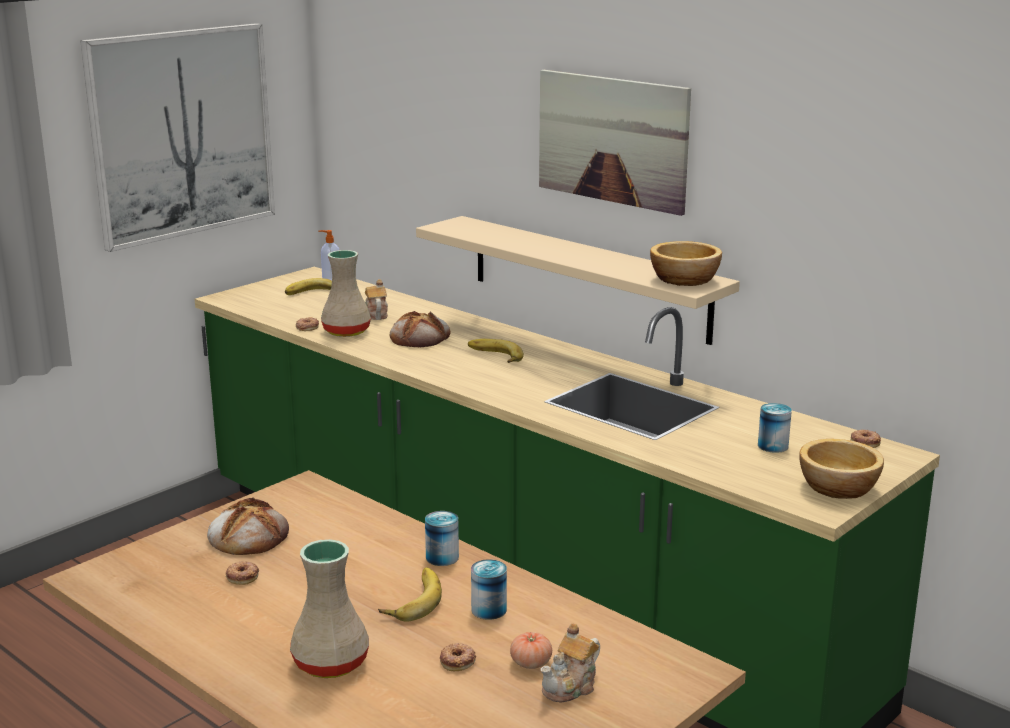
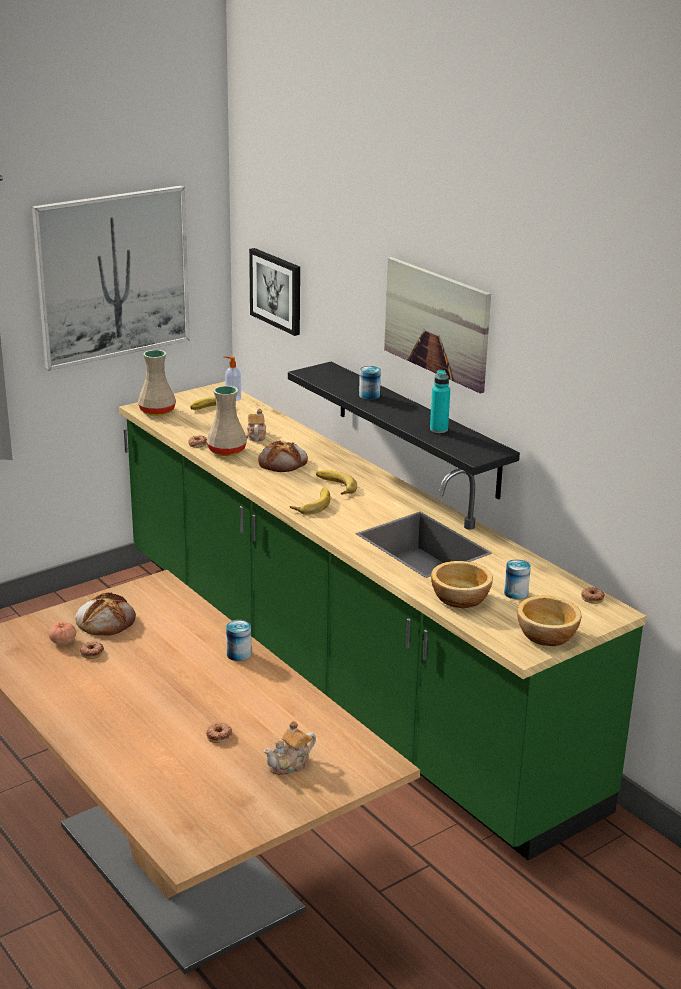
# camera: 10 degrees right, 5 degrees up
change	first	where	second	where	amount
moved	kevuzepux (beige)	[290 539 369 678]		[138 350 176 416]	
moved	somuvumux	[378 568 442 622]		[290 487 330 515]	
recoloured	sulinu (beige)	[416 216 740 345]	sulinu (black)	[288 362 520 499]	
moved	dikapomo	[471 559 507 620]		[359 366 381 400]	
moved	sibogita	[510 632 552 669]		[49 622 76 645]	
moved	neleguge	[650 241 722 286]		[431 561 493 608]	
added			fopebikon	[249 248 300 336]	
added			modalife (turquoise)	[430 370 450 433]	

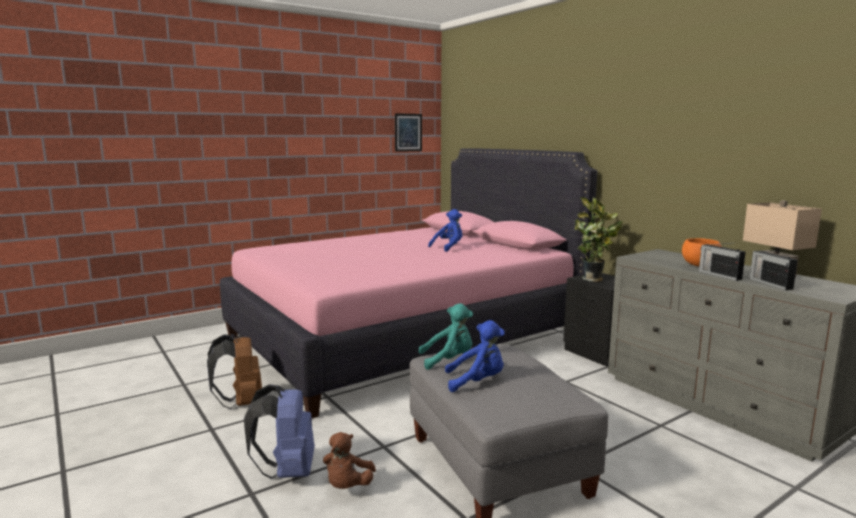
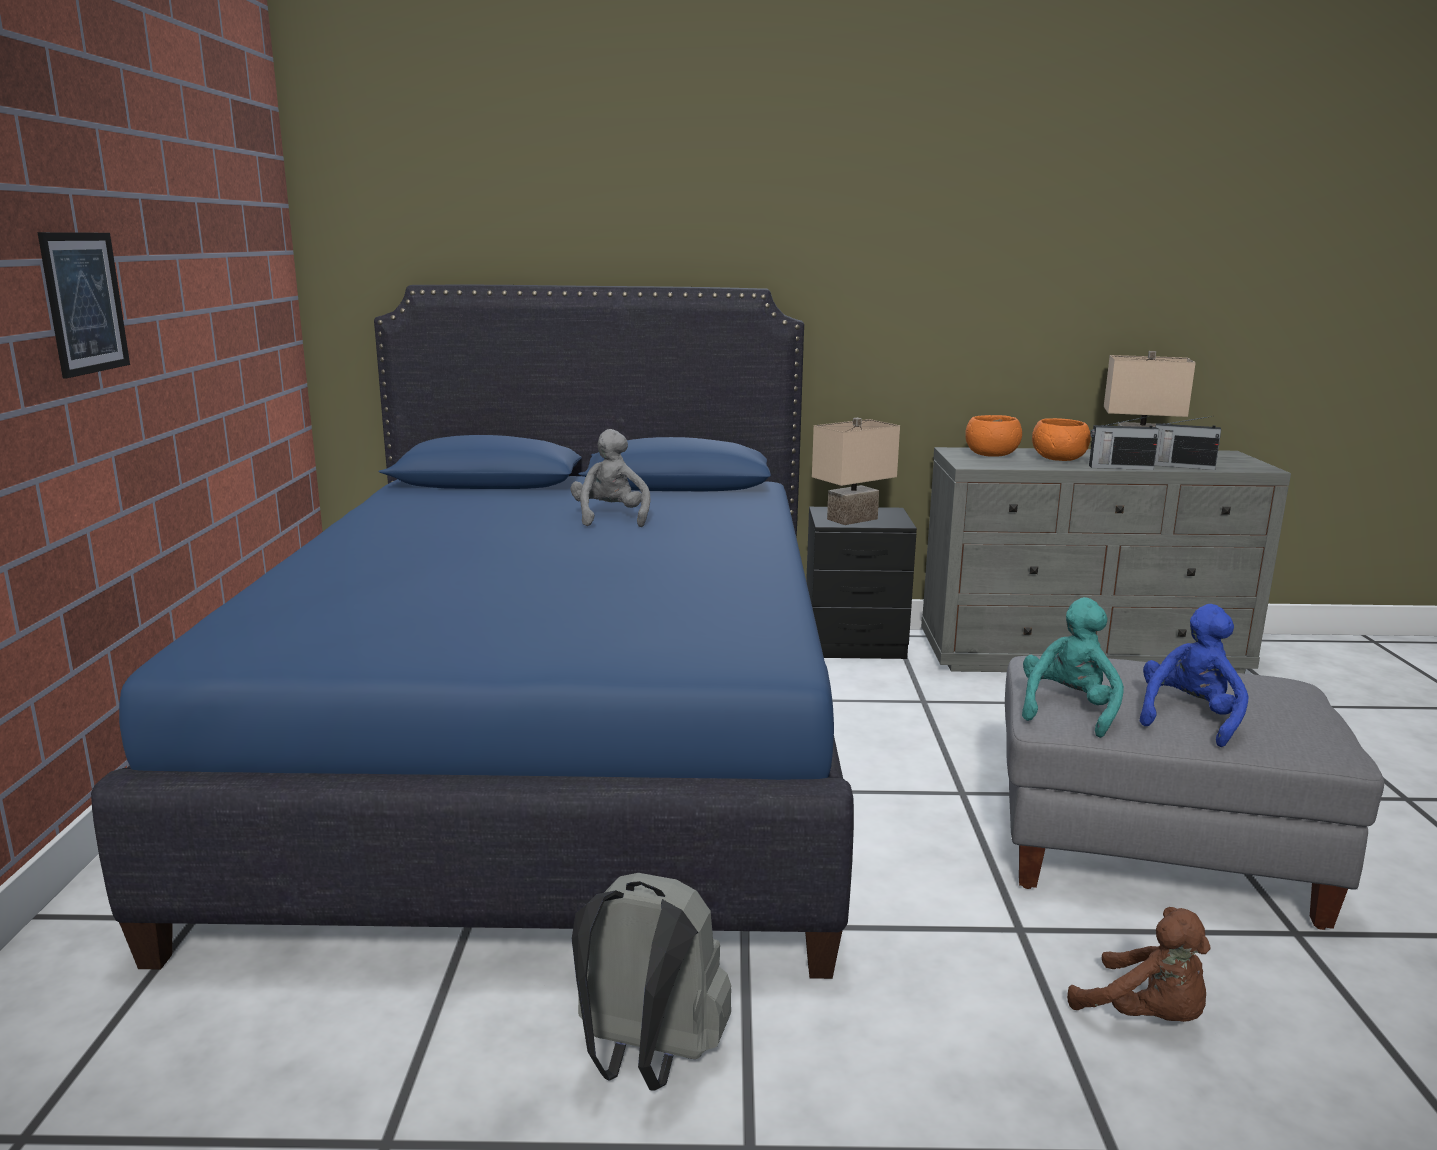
# camera: 55 degrees left, 5 degrees up
change	first	where	second	where	amount
recoloured	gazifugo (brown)	[207 334 262 409]	gazifugo (grey)	[572 873 731 1091]	
recoloured	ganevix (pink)	[220 148 598 418]	ganevix (blue)	[91 285 854 979]	
removed	gazifugo (blue)	[244 384 315 479]			
moved	fopebikon	[395 113 422 152]		[38 232 130 379]	
recoloured	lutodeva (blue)	[428 209 462 252]	lutodeva (grey)	[571 429 650 527]	
replaced	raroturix	[575 197 623 282]	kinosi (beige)	[812 418 900 525]	
added			neleguge (orange)	[965 415 1022 457]	

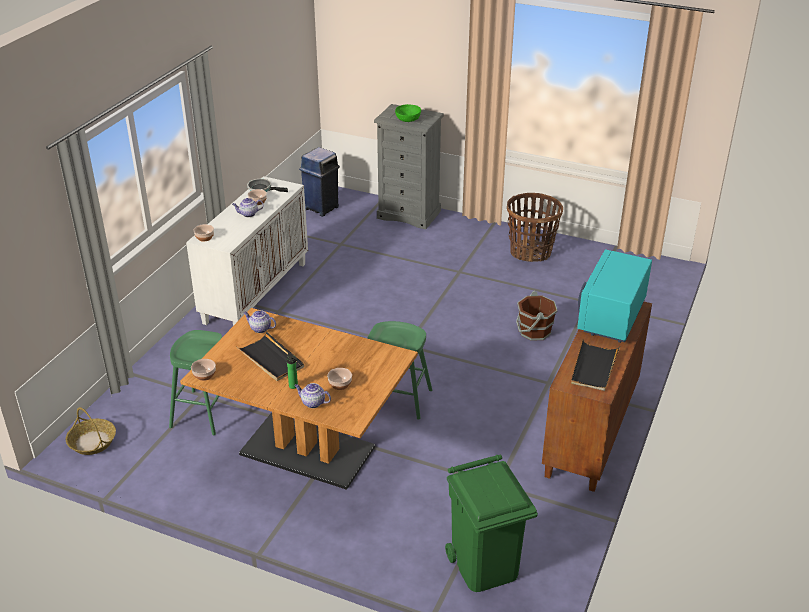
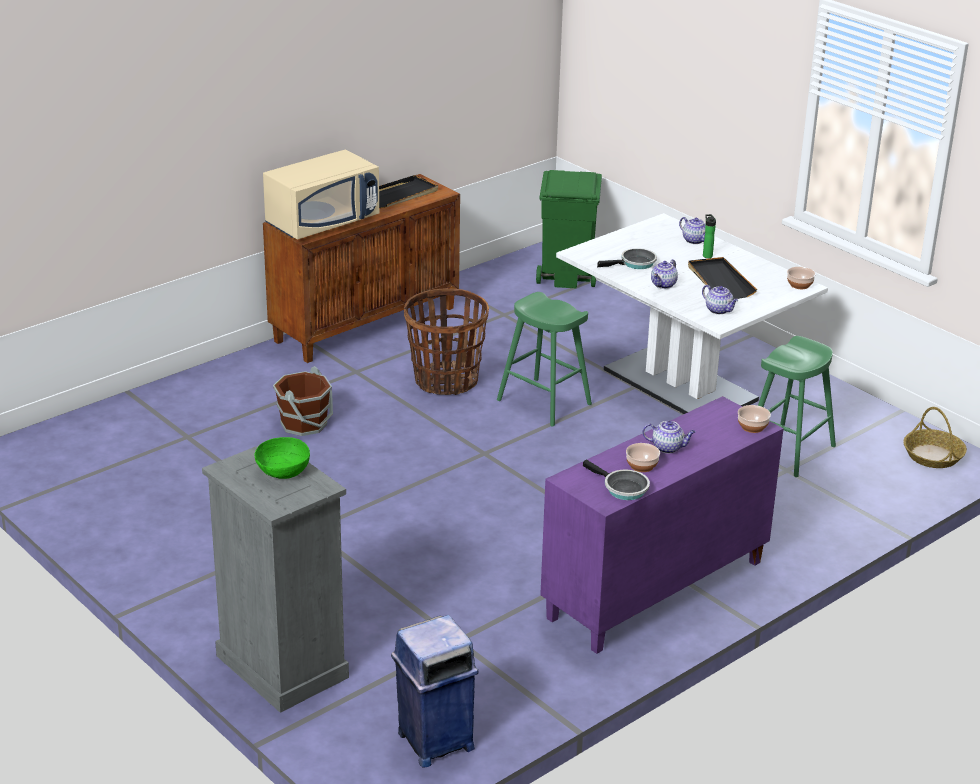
# camera: 155 degrees left, 5 degrees down
change	first	where	second	where	amount
recoloured	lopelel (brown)	[180 308 418 490]	lopelel (white)	[556 213 828 414]	
recoloured	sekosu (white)	[186 176 308 326]	sekosu (purple)	[540 396 784 654]	
removed	neleguge	[327 368 352 390]			
moved	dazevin	[507 193 563 262]		[404 288 489 395]	
recoloured	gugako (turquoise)	[577 249 652 343]	gugako (beige)	[263 150 379 240]	
added			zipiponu	[597 248 657 269]	
added			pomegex	[651 259 678 289]	

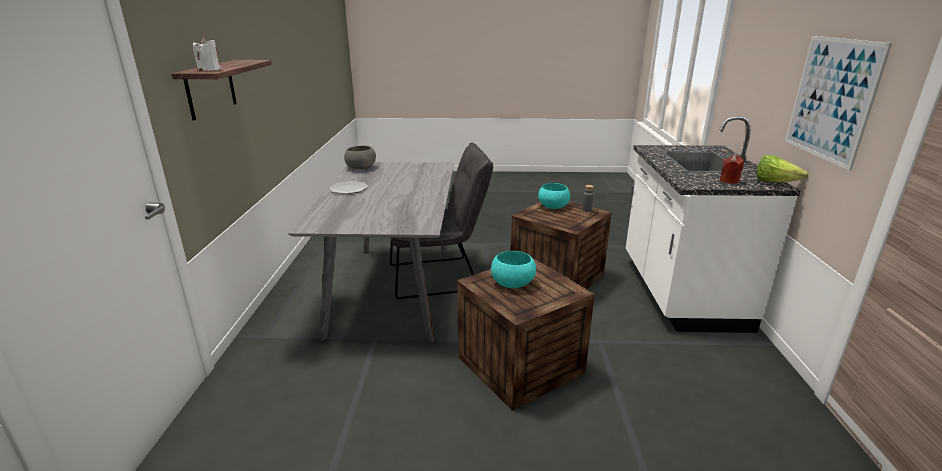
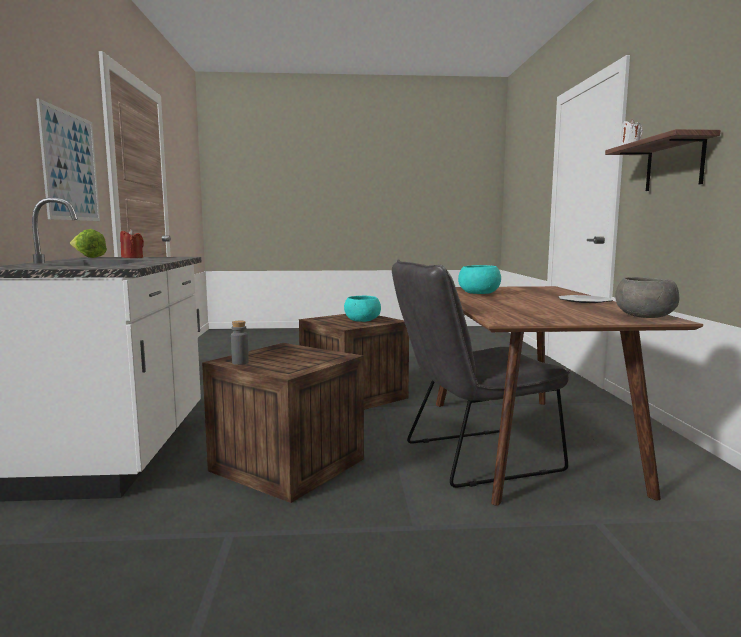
# camera: 175 degrees right, 15 degrees down
change	first	where	second	where	amount
recoloured	lopelel (grey)	[288 162 454 342]	lopelel (brown)	[436 286 703 506]	
moved	neleguge (turquoise)	[538 183 570 209]		[458 265 501 294]	

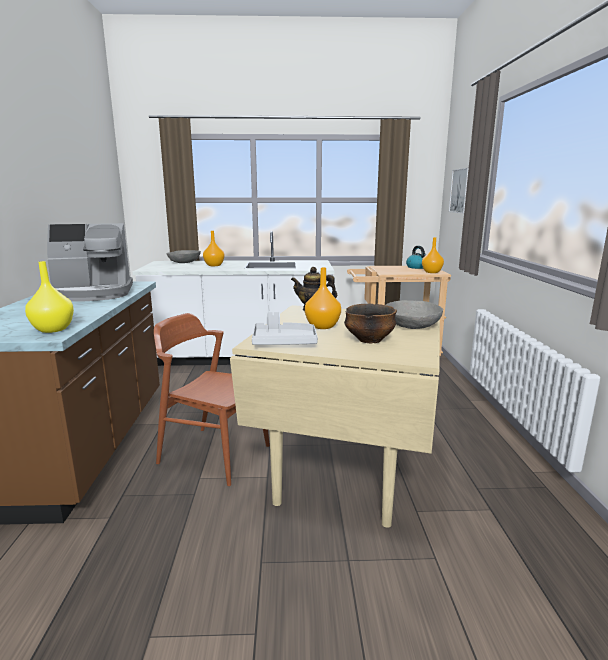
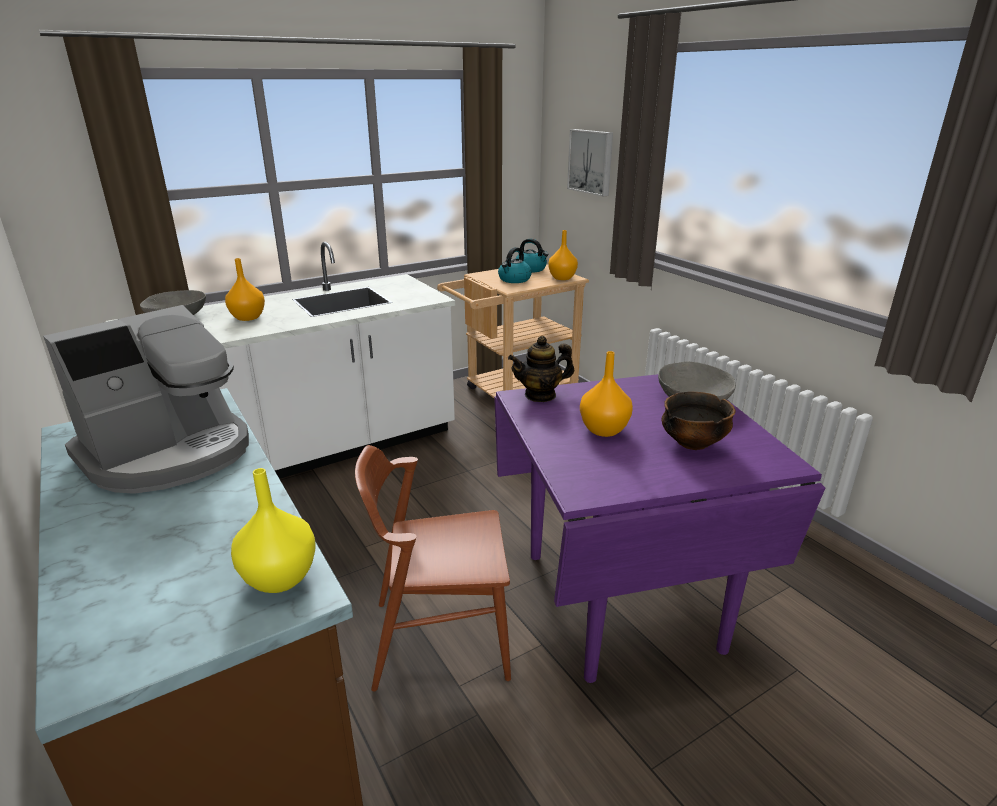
# camera: 30 degrees left, 10 degrees up
change	first	where	second	where	amount
recoloured	lopelel (beige)	[230 305 440 528]	lopelel (purple)	[494 374 825 683]	
removed	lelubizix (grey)	[252 312 318 345]			
added			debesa	[498 247 532 283]	

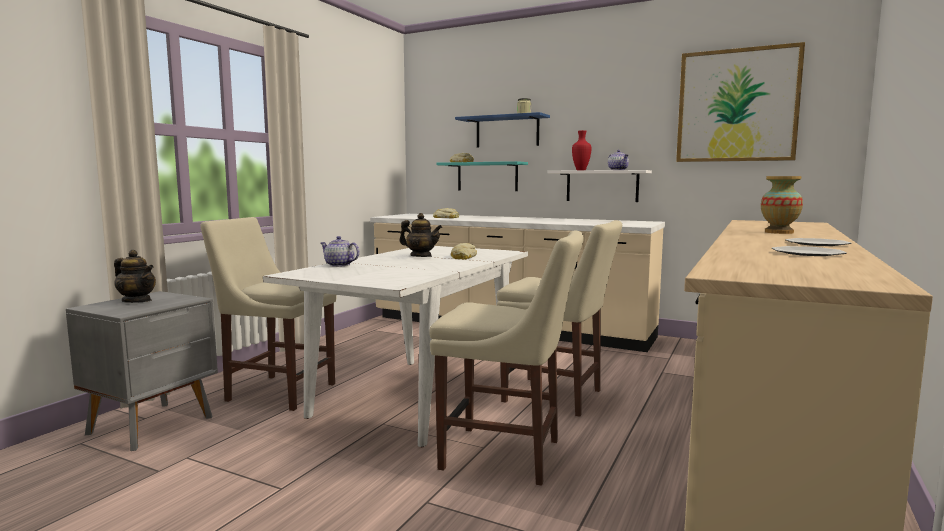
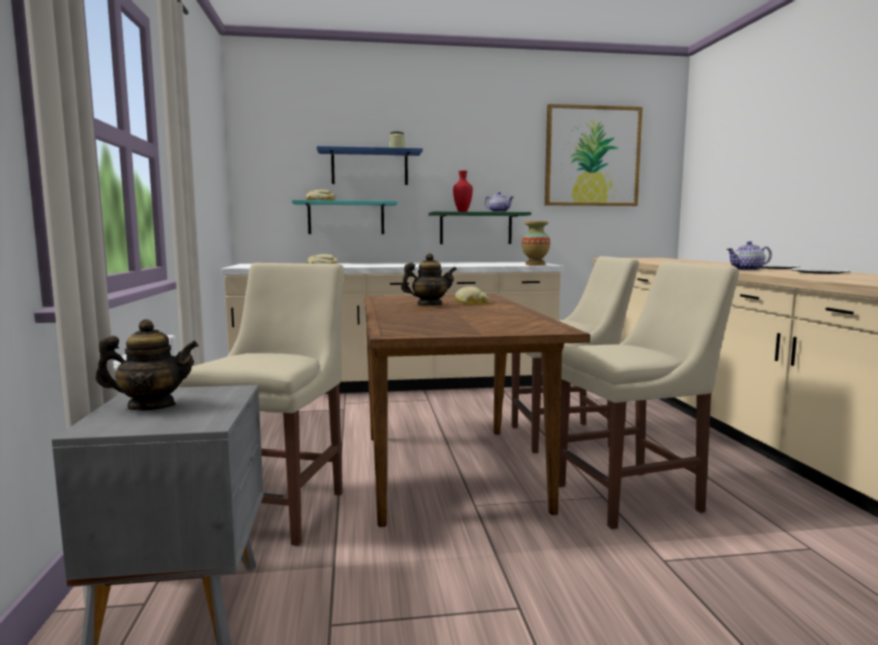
# camera: 35 degrees left, 0 degrees up
change	first	where	second	where	amount
turned	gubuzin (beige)	[200 217 337 411]		[179 263 344 546]	120 degrees clockwise
recoloured	lopelel (white)	[263 246 528 447]	lopelel (brown)	[364 294 590 527]	
moved	pomegex	[320 236 359 267]		[727 241 772 270]	
recoloured	sulinu (white)	[547 170 652 202]	sulinu (green)	[429 212 531 244]	
moved	kevuzepux	[761 176 803 234]		[522 222 550 265]	

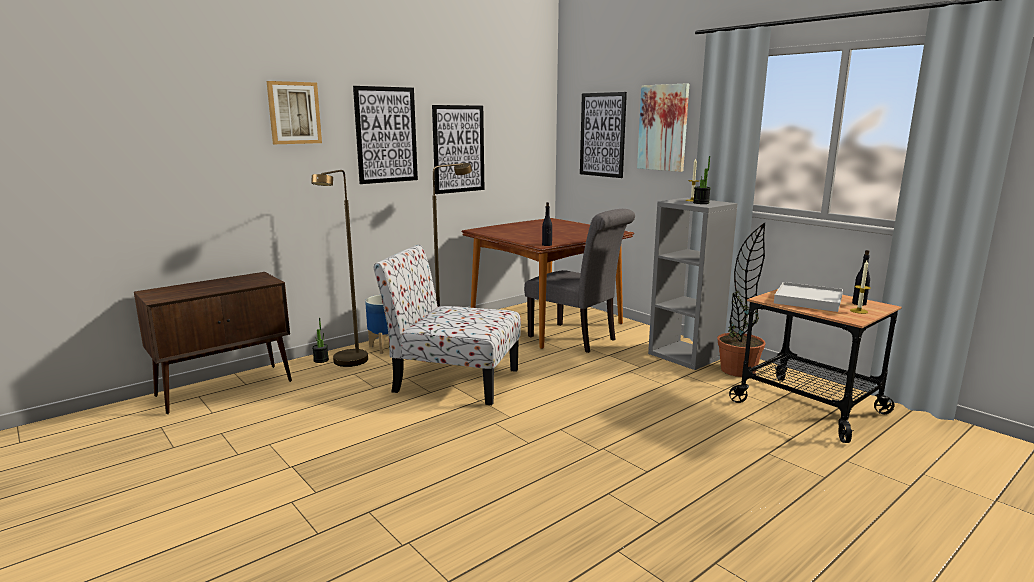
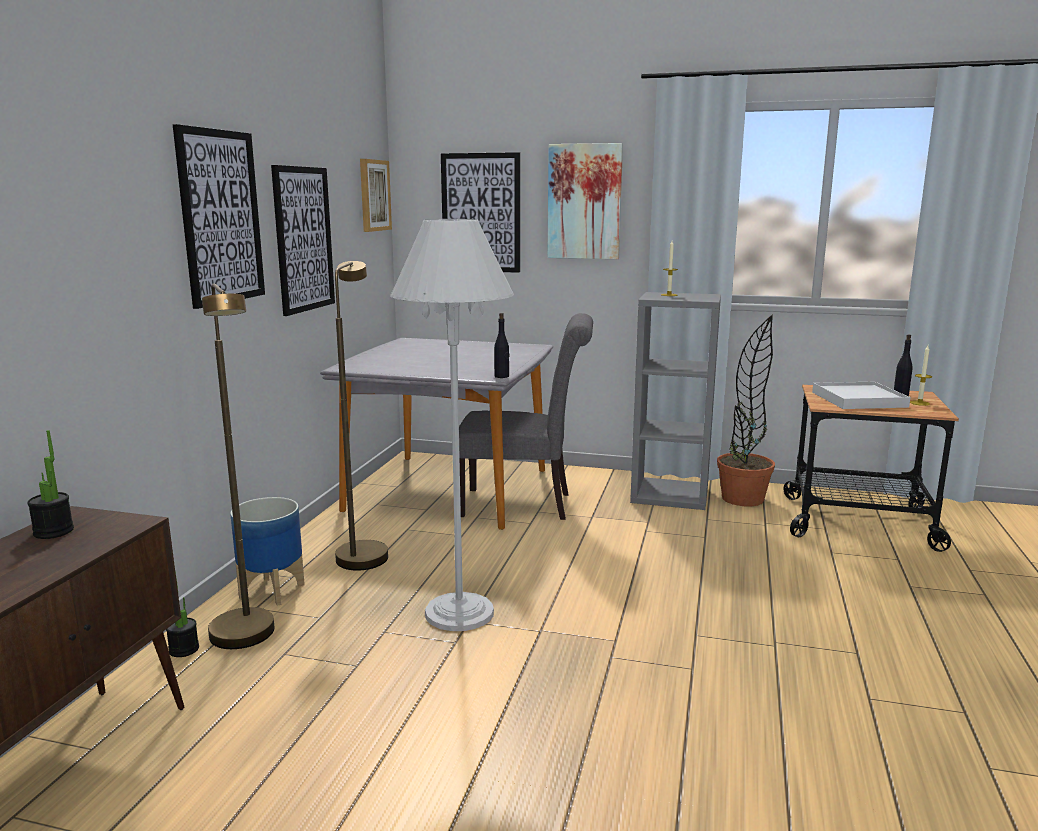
# camera: 35 degrees left, 0 degrees up
change	first	where	second	where	amount
moved	fopebikon	[267 81 322 144]		[360 159 392 232]	
replaced	gubuzin	[374 245 521 405]	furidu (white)	[390 219 514 631]	
recoloured	lopelel (brown)	[461 218 634 349]	lopelel (grey)	[320 338 553 530]	
moved	raroturix	[693 156 711 204]		[27 430 74 539]	

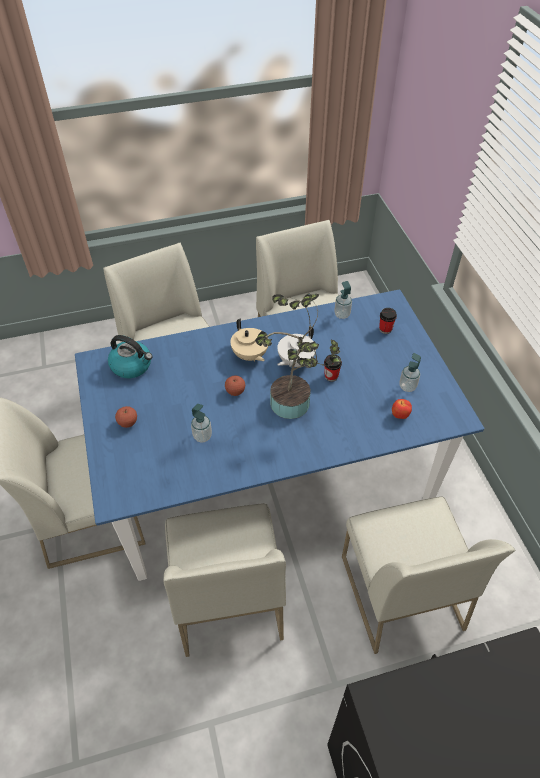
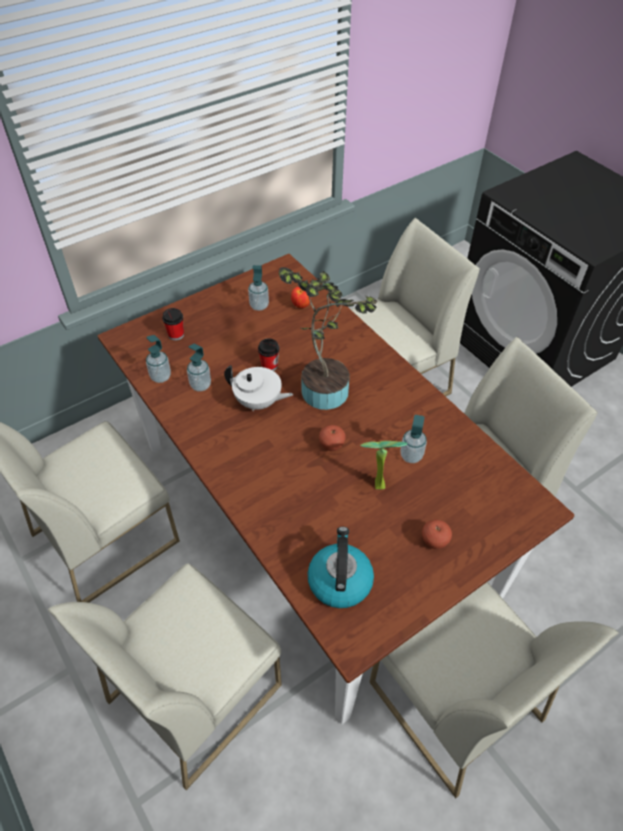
# camera: 110 degrees left, 0 degrees up
change	first	where	second	where	amount
recoloured	lopelel (blue)	[75 289 484 581]	lopelel (brown)	[98 254 574 724]	
removed	pomegex (beige)	[230 319 268 362]			
added			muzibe	[187 343 211 391]	
added			raroturix	[360 441 407 489]	

